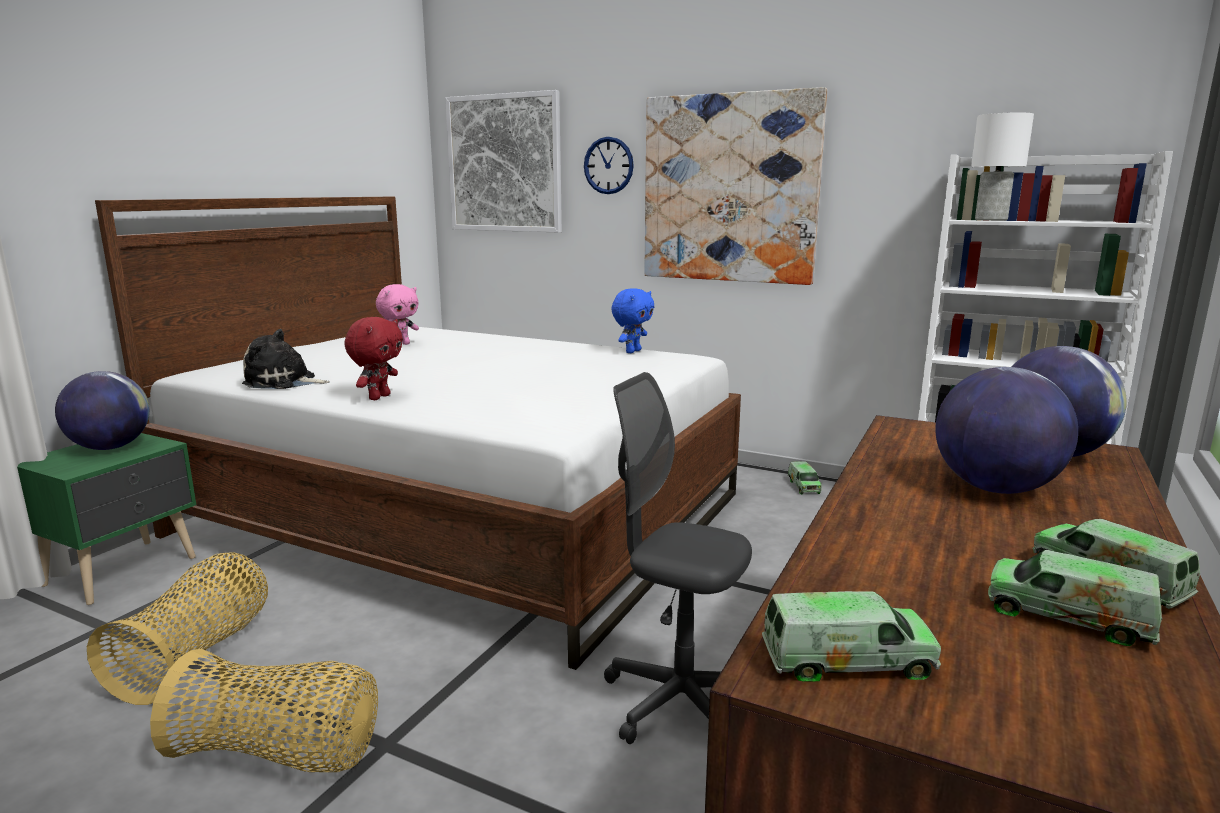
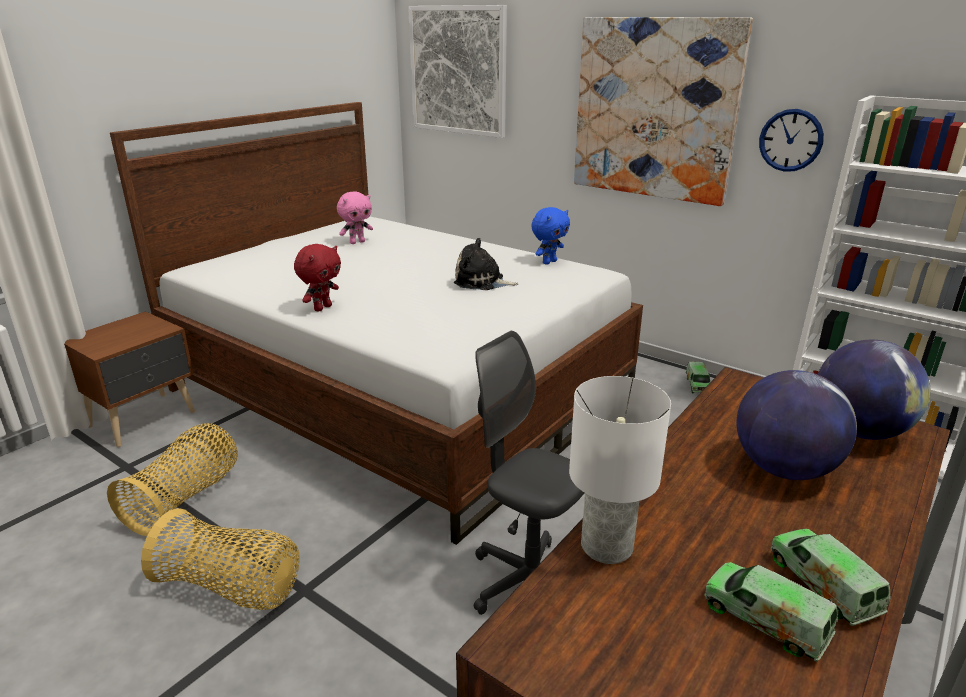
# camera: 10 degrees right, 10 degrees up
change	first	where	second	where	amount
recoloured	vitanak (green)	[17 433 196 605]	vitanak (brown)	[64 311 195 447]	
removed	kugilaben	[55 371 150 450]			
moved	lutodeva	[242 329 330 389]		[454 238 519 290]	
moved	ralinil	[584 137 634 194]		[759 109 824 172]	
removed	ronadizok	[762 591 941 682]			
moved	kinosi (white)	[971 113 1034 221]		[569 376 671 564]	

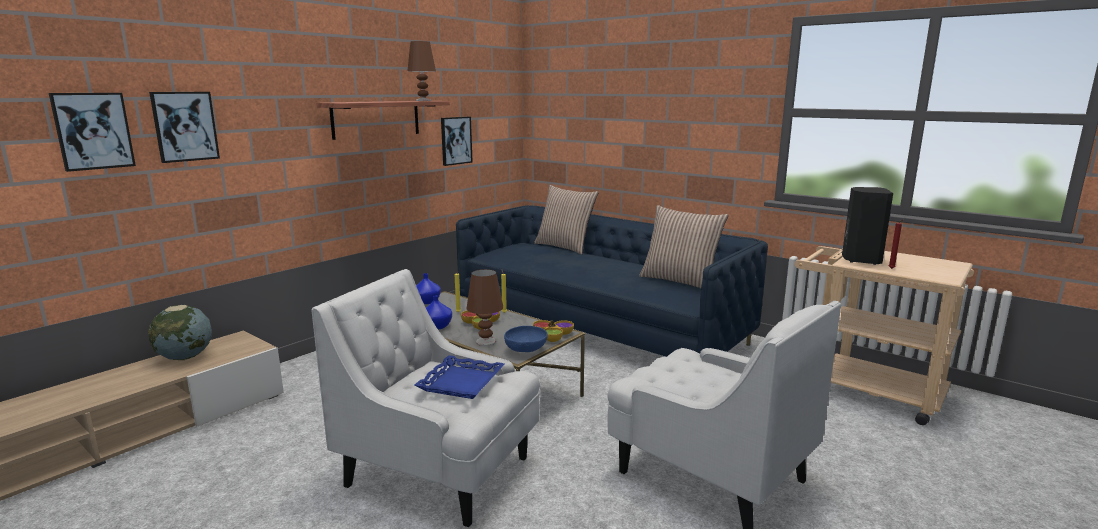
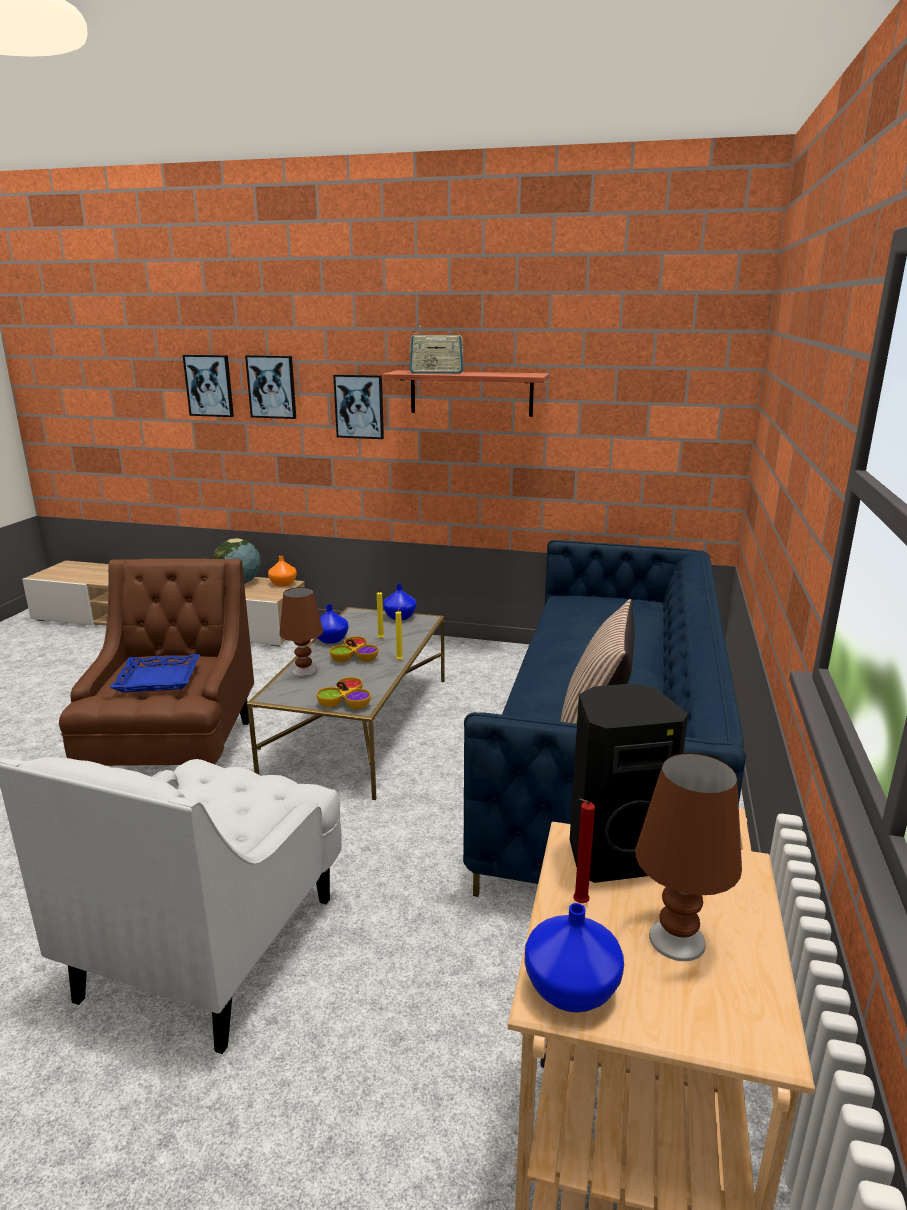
# camera: 65 degrees right, 5 degrees up
change	first	where	second	where	amount
recoloured	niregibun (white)	[311 269 540 527]	niregibun (brown)	[59 559 254 766]	
moved	kinosi (brown)	[407 41 436 101]		[635 753 742 961]	
moved	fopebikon	[441 117 473 166]		[333 374 384 439]	
removed	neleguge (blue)	[504 326 548 352]			
removed	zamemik	[534 185 599 254]			
added			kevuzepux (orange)	[268 556 297 587]	
added			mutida	[410 326 463 374]	
added			kevuzepux (blue)	[525 903 624 1013]	

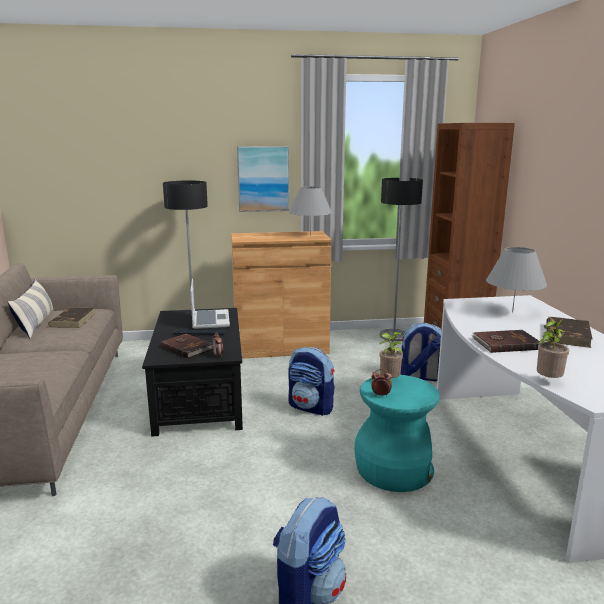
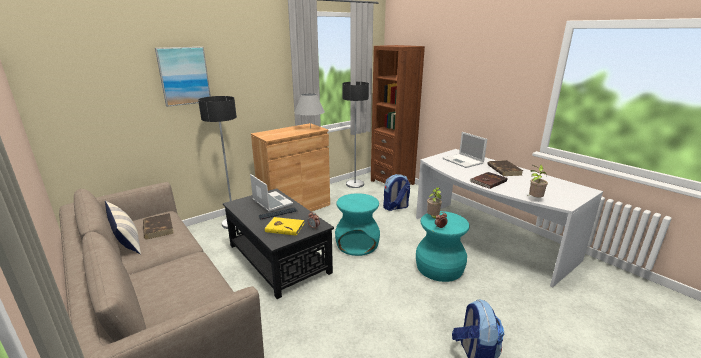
# camera: 30 degrees left, 5 degrees up
change	first	where	second	where	amount
recoloured	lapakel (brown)	[161 333 213 358]	lapakel (yellow)	[265 217 304 236]	
moved	fopebikon	[237 146 290 212]		[155 47 211 107]	
replaced	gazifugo	[289 347 335 416]	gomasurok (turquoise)	[335 193 380 256]	
replaced	kinosi (grey)	[486 247 547 313]	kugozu	[443 132 487 168]	

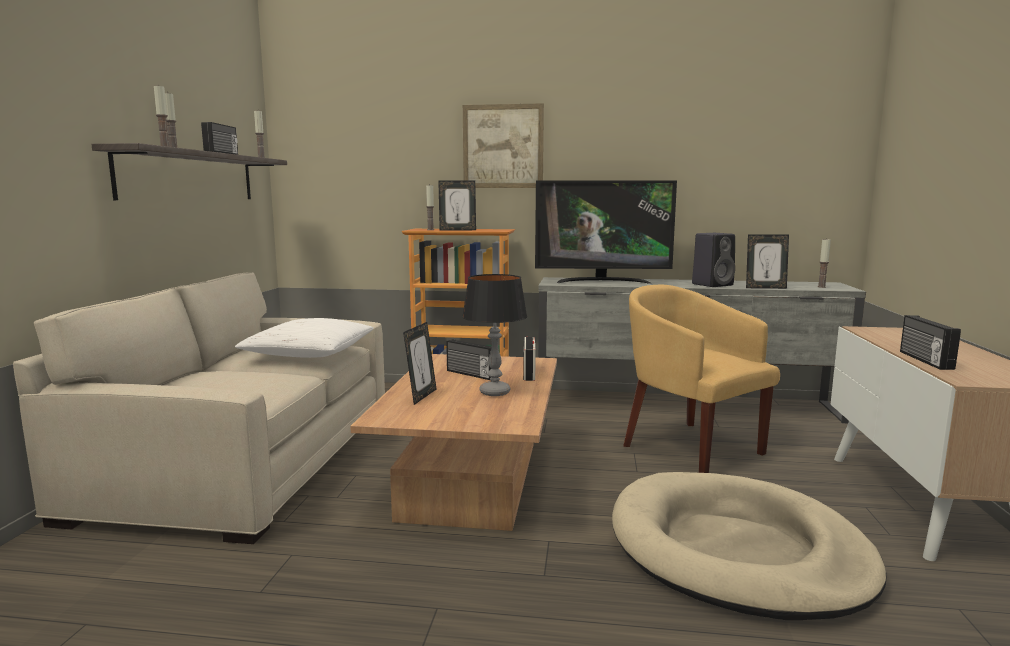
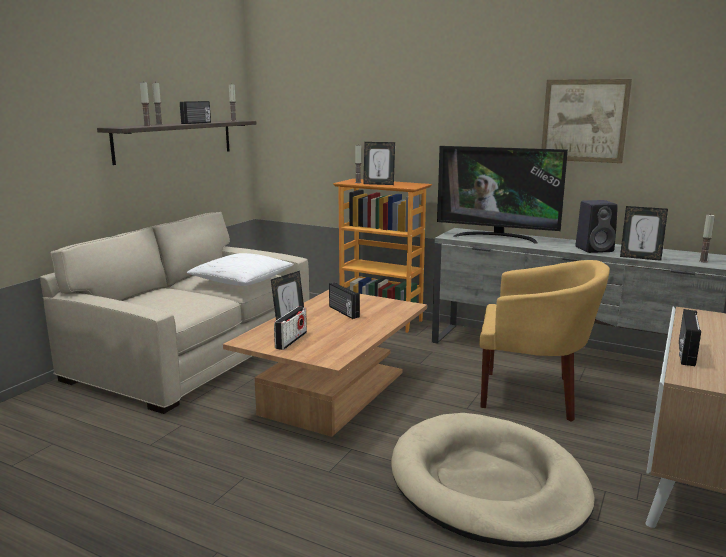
# camera: 20 degrees right, 5 degrees up
change	first	where	second	where	amount
removed	kinosi	[462 274 527 396]			
moved	fopebikon	[463 103 544 188]		[541 79 632 163]	
moved	mutida	[523 337 536 381]		[274 306 307 350]	
turned	niregibun (yellow)	[623 285 780 473]		[479 260 610 422]	120 degrees clockwise

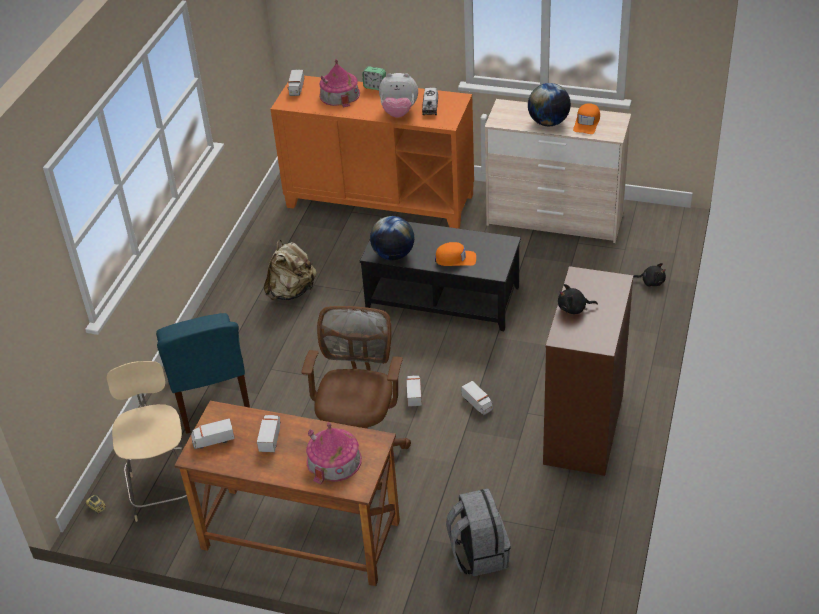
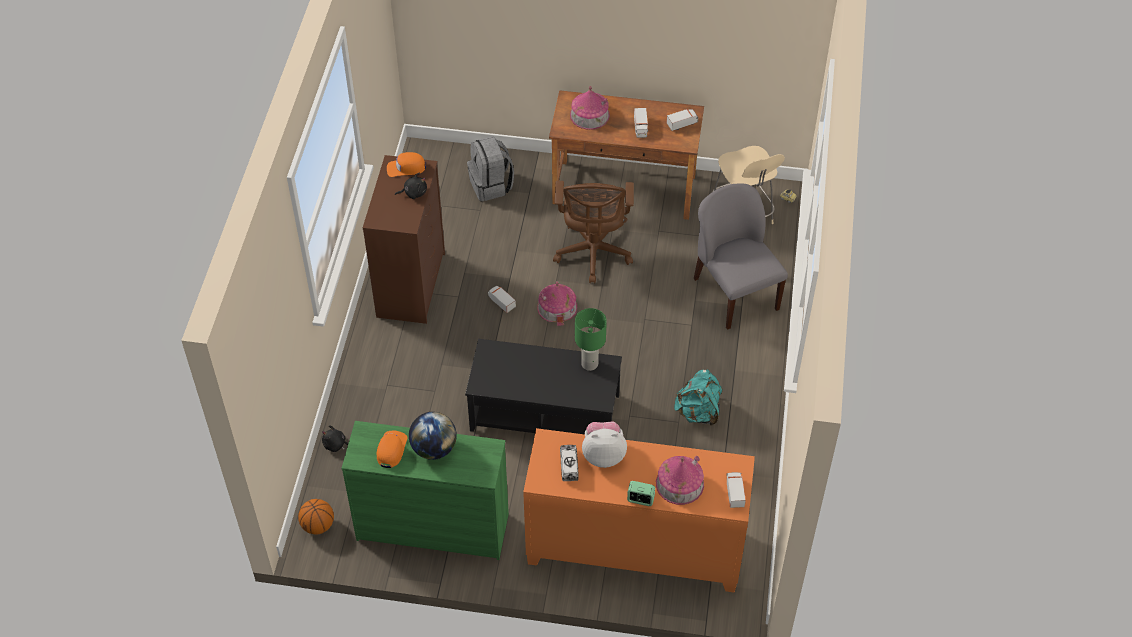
# camera: 170 degrees right, 10 degrees up
change	first	where	second	where	amount
recoloured	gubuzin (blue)	[156 313 250 434]	gubuzin (grey)	[694 184 788 330]	
recoloured	gazifugo (beige)	[264 240 317 300]	gazifugo (turquoise)	[674 370 723 426]	
replaced	kugilaben	[370 216 414 260]	kinosi (green)	[575 308 607 371]	
replaced	ronadizok	[406 375 422 407]	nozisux	[537 281 577 326]	
moved	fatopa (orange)	[435 242 476 266]		[387 152 426 177]	
recoloured	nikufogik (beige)	[484 99 631 243]	nikufogik (green)	[341 421 509 560]	
added			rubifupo	[298 499 334 534]	

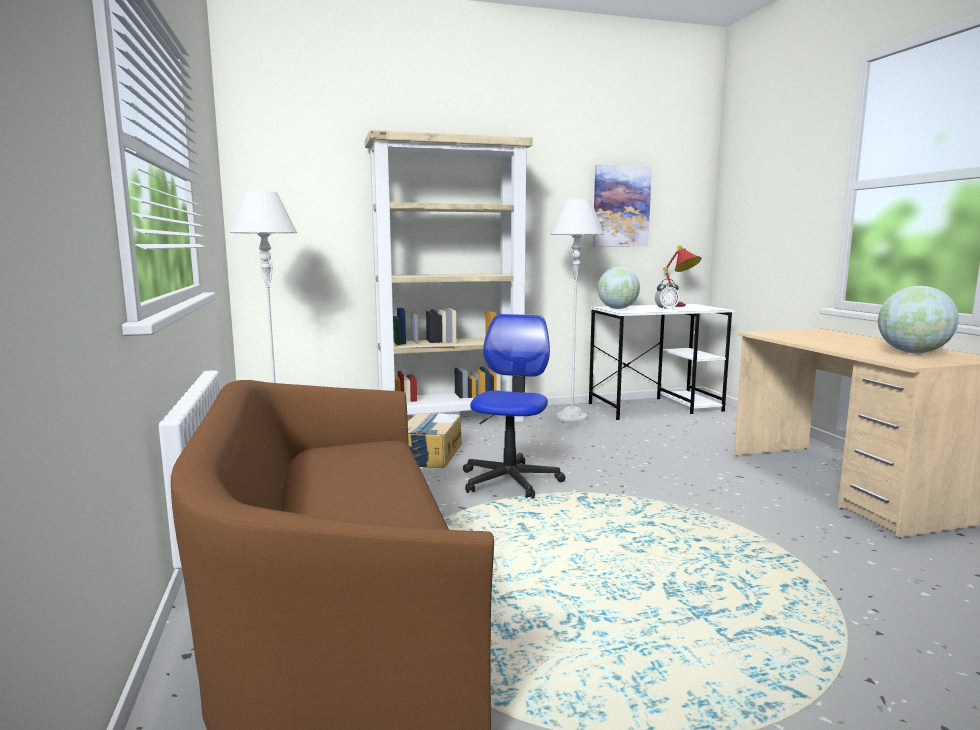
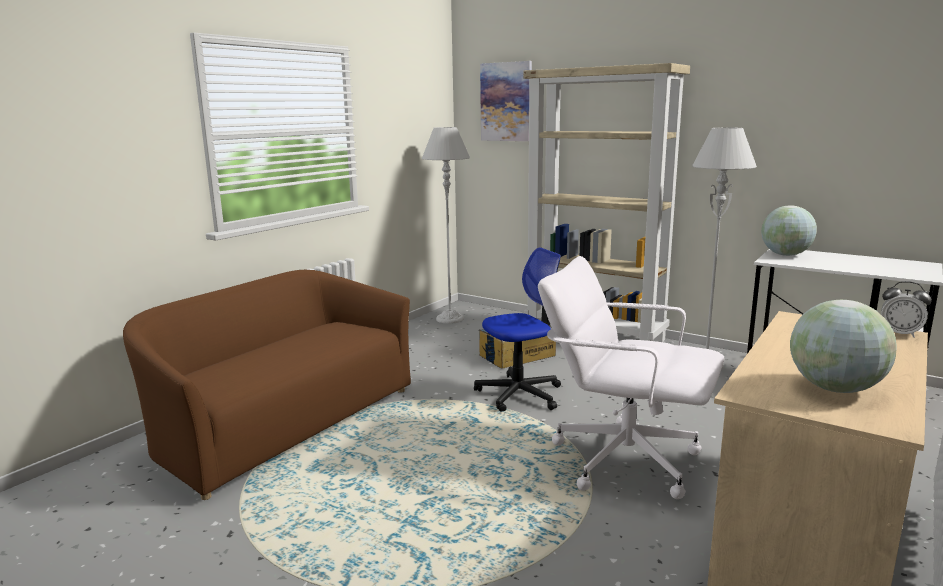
# camera: 50 degrees right, 5 degrees up
change	first	where	second	where	amount
moved	fopebikon	[593 164 652 247]		[480 61 532 141]	
moved	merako	[655 279 679 310]		[881 281 932 338]	
removed	kinosi (red)	[663 245 701 307]			
added			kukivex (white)	[538 256 724 499]	

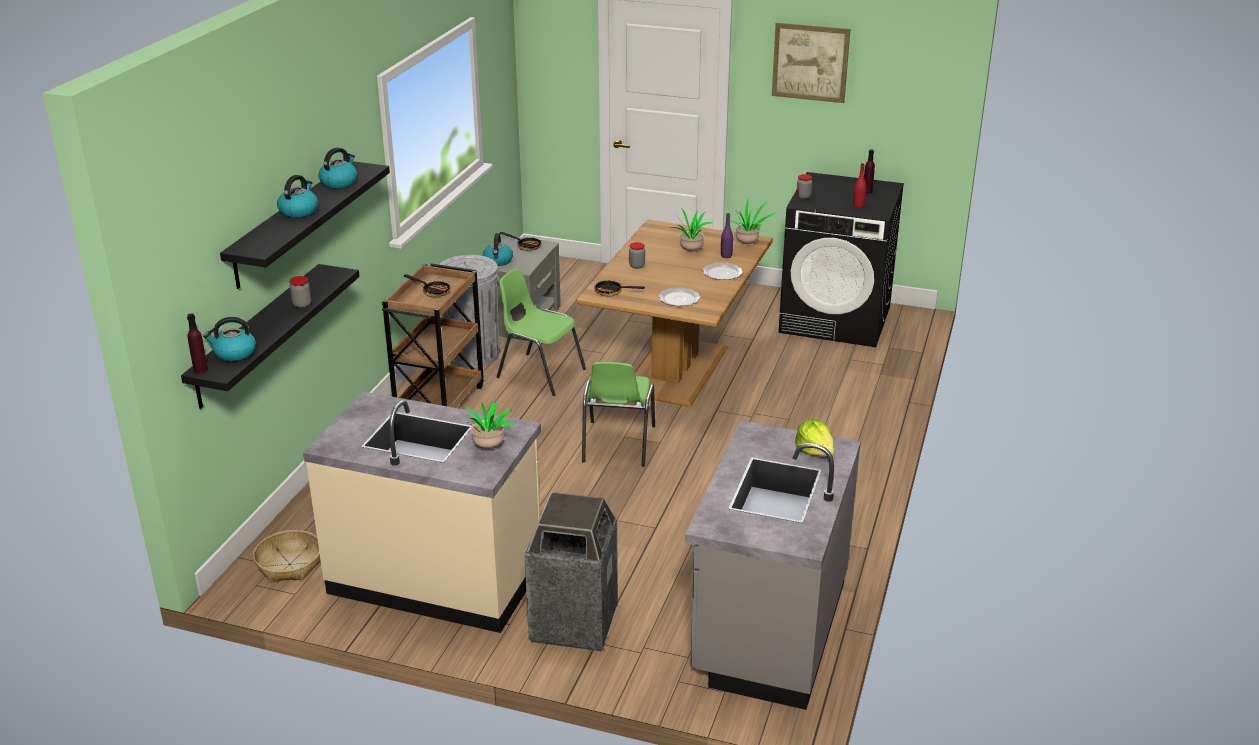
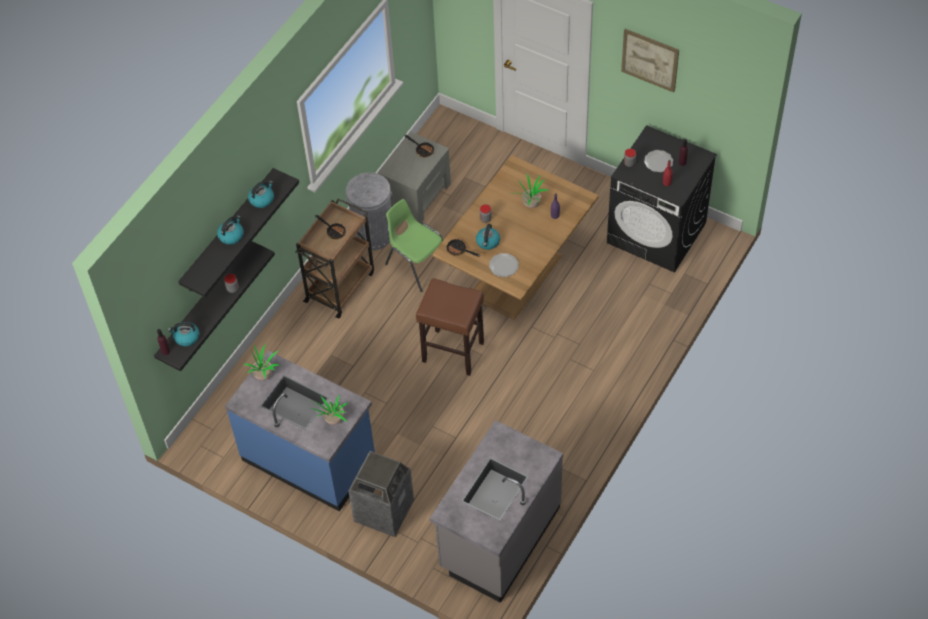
# camera: 15 degrees right, 25 degrees up
change	first	where	second	where	amount
removed	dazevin	[253 530 321 582]			
recoloured	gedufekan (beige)	[303 392 541 633]	gedufekan (blue)	[225 350 375 511]	
moved	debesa	[483 233 513 266]		[476 224 500 250]	
replaced	gubuzin (green)	[582 362 655 467]	gomasurok (brown)	[416 278 484 376]	
moved	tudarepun	[703 262 743 280]		[644 150 673 172]	
moved	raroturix	[730 199 775 244]		[244 344 279 380]	
removed	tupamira	[795 420 834 456]			

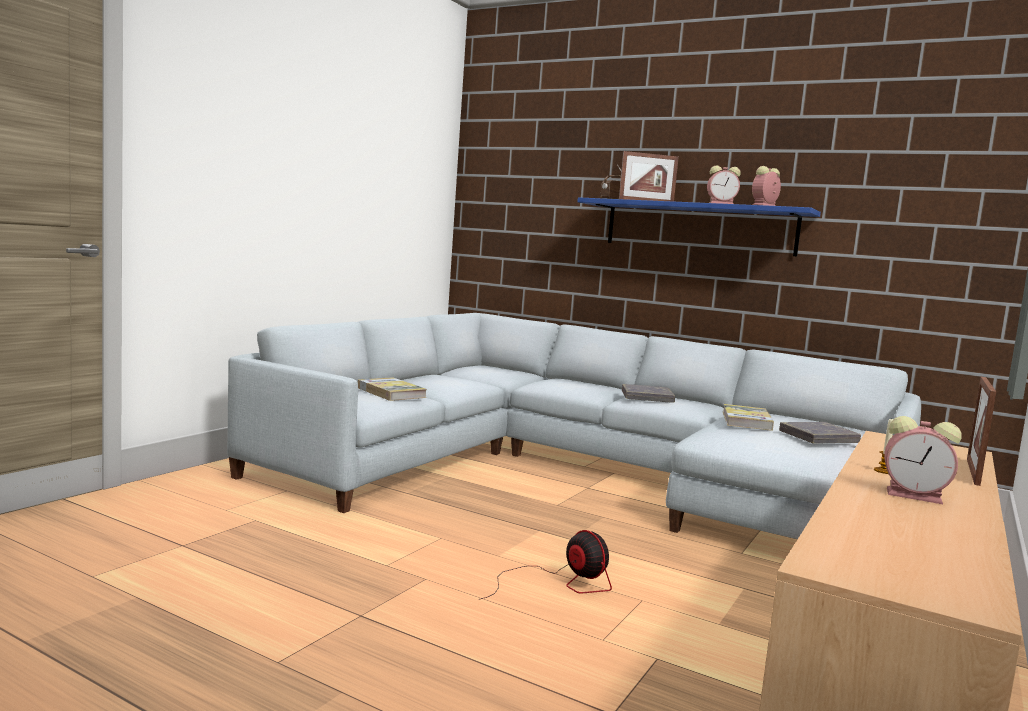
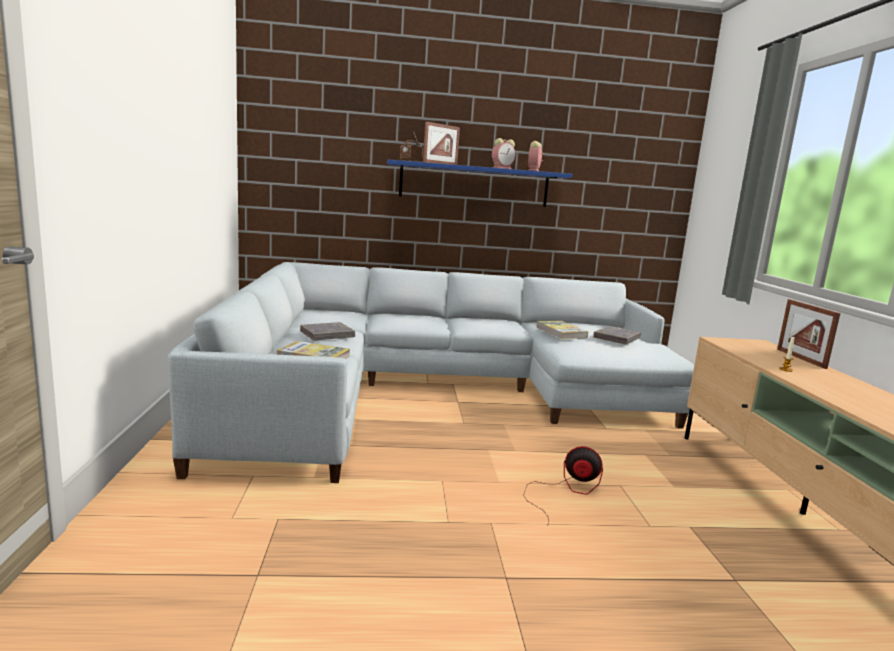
# camera: 35 degrees left, 5 degrees up
change	first	where	second	where	amount
moved	lapakel (grey)	[622 384 675 403]		[300 322 355 340]	
removed	merako	[884 416 961 504]			

